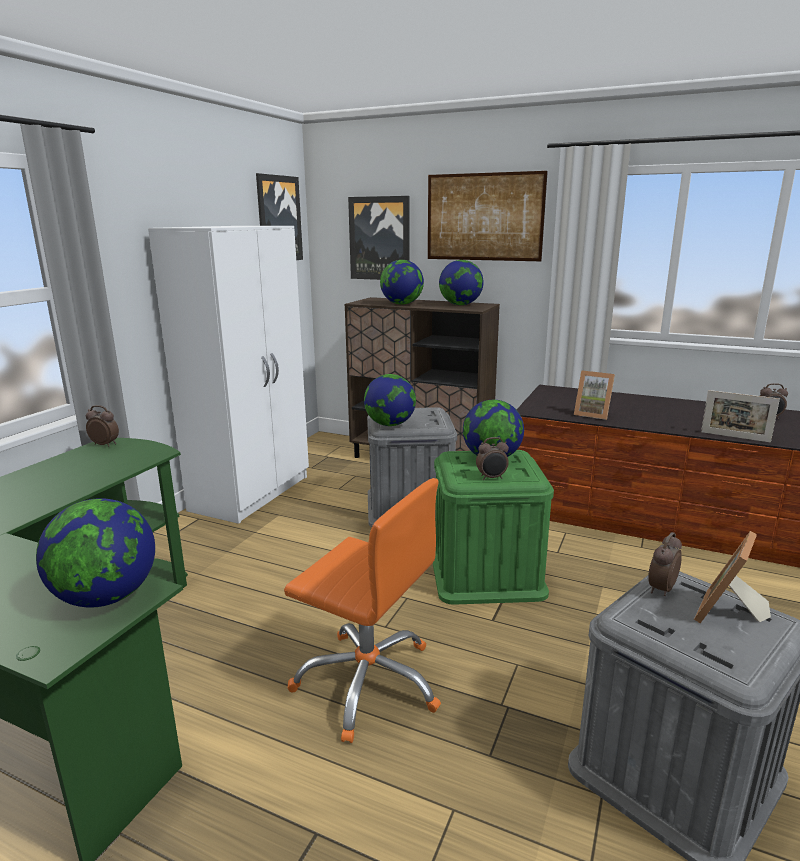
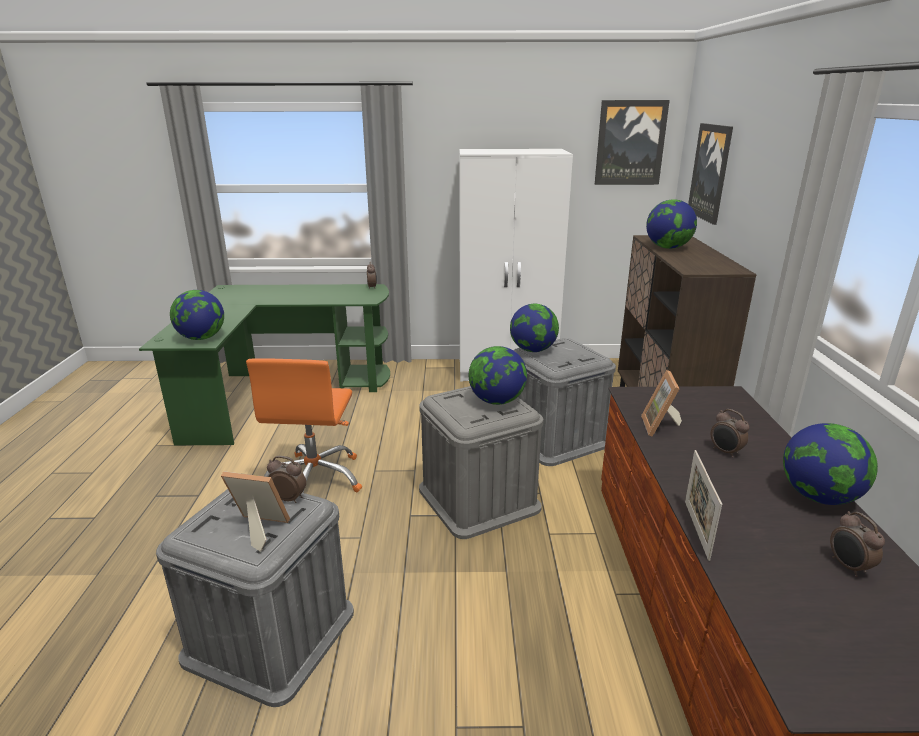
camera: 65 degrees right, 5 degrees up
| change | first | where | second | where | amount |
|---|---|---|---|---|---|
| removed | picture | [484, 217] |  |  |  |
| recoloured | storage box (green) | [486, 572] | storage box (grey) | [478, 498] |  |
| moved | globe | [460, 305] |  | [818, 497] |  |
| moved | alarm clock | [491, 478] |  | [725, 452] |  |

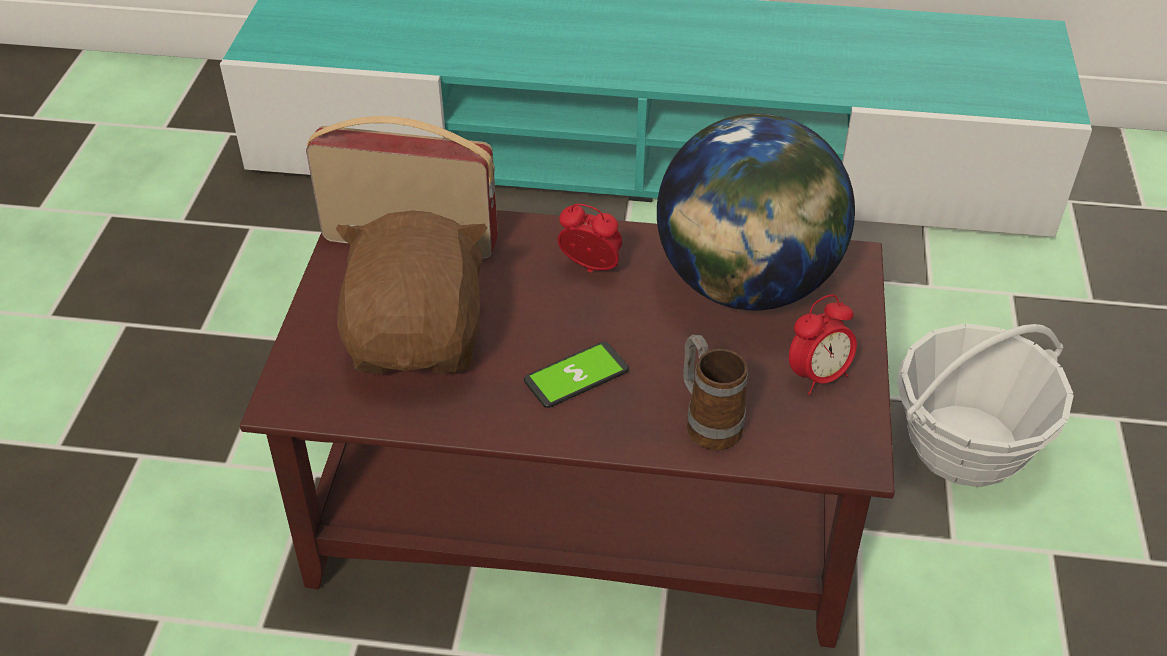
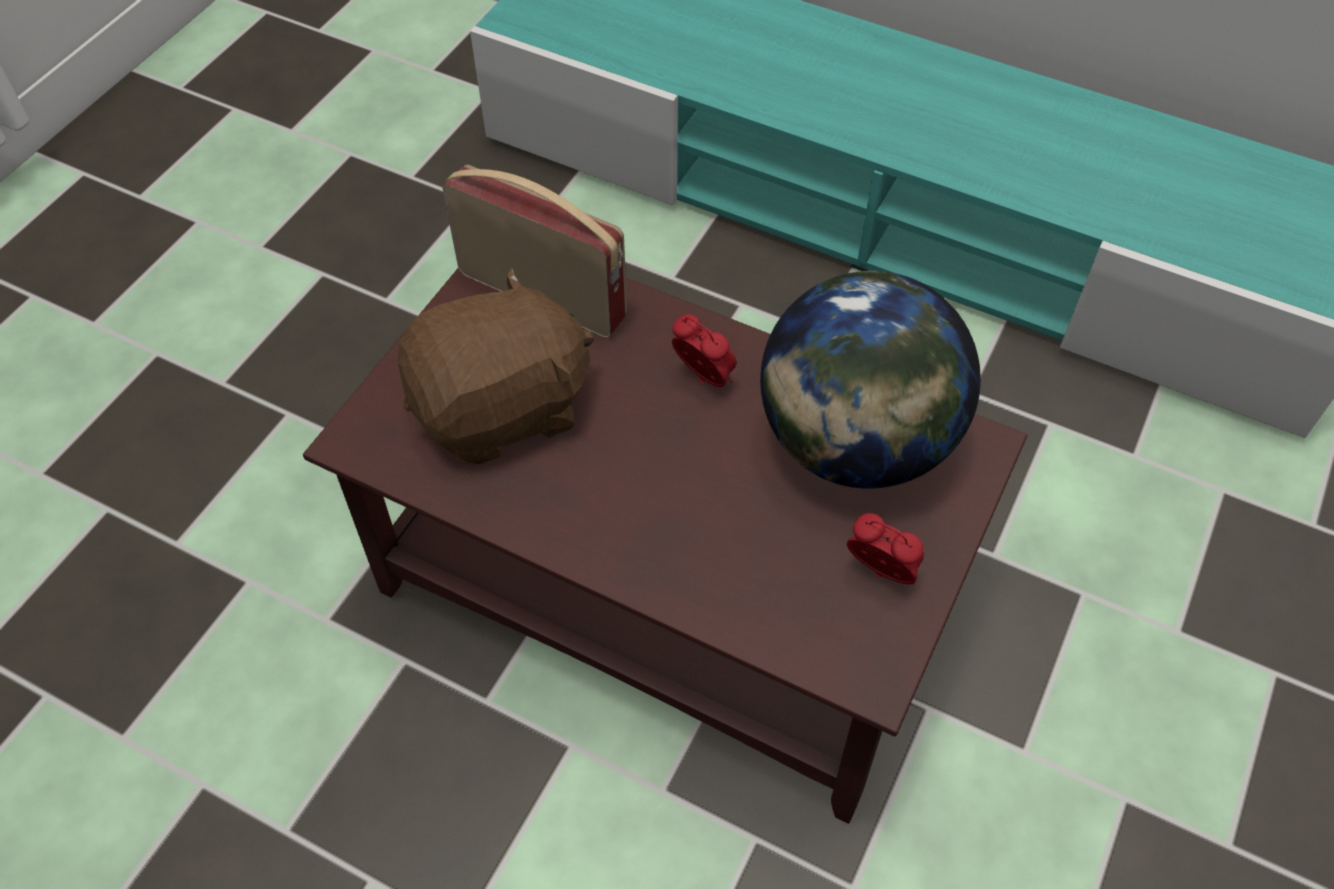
camera: 20 degrees right, 10 degrees up
| change | first | where | second | where | amount |
|---|---|---|---|---|---|
| turned | plush toy (brown) | [419, 338] |  | [502, 409] | 45 degrees clockwise |
| removed | phone | [576, 376] |  |  |  |
| removed | mug | [708, 422] |  |  |  |
| turned | alarm clock | [818, 376] |  | [880, 574] | 135 degrees counterclockwise |
| removed | basket | [965, 445] |  |  |  |

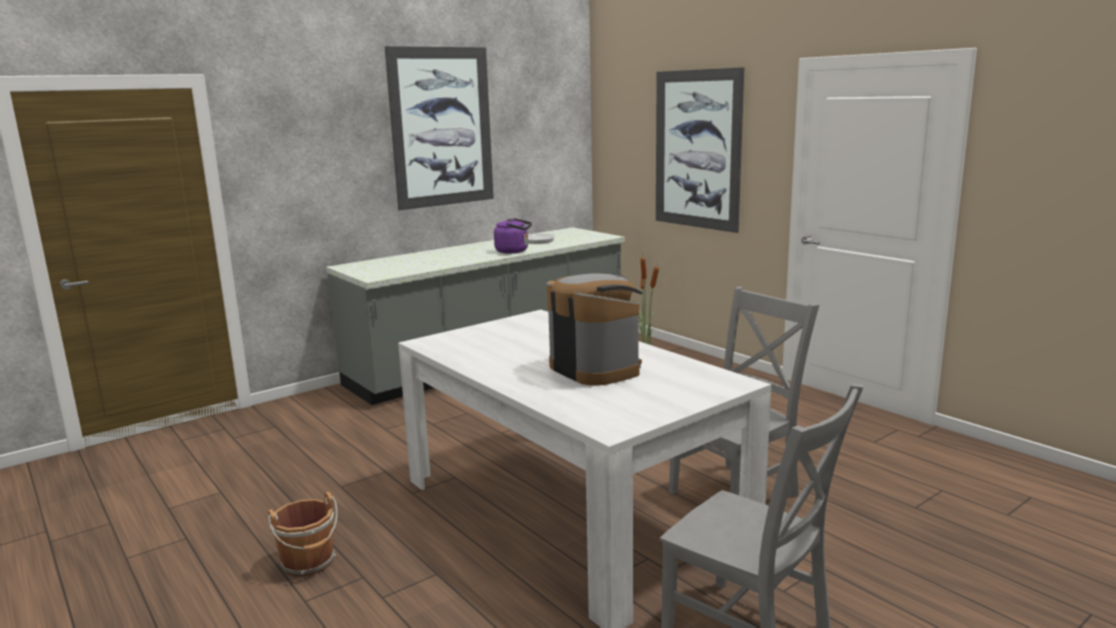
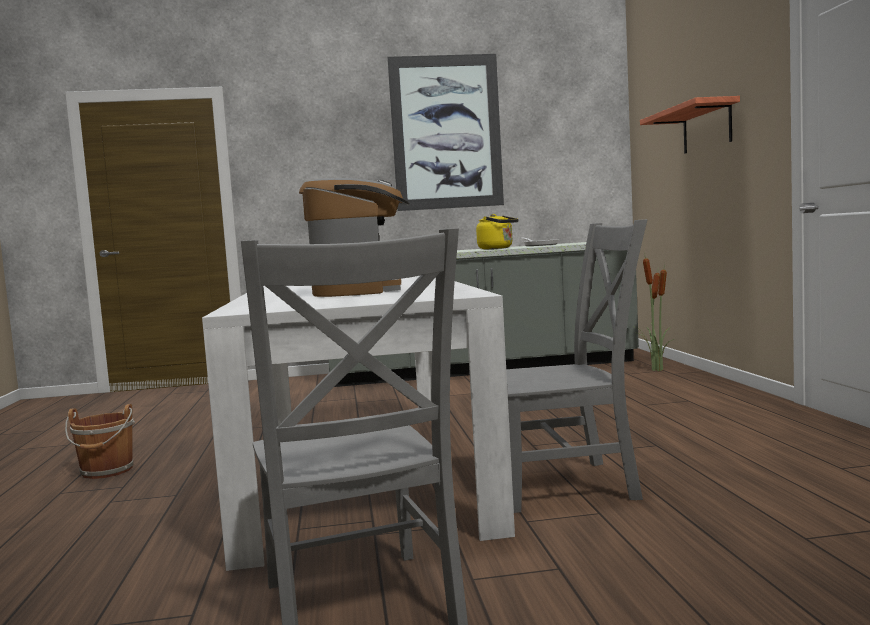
camera: 30 degrees right, 10 degrees down
| change | first | where | second | where | amount |
|---|---|---|---|---|---|
| recoloured | kettle (purple) | [514, 251] | kettle (yellow) | [497, 248] |  |
| replaced | picture | [697, 150] | shelf | [707, 127] |  |

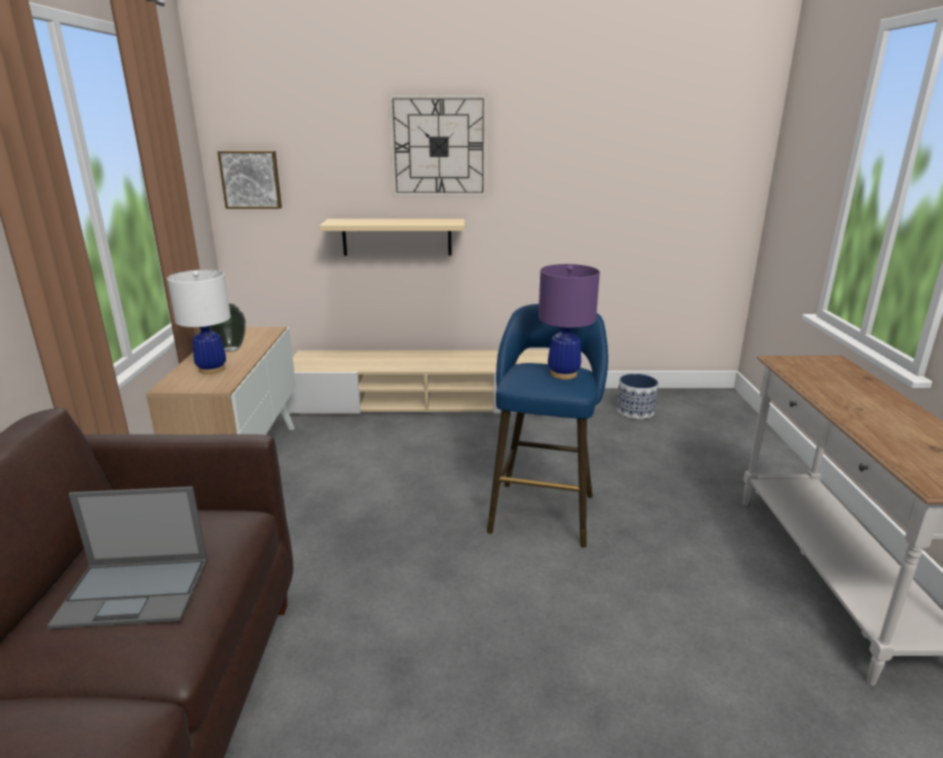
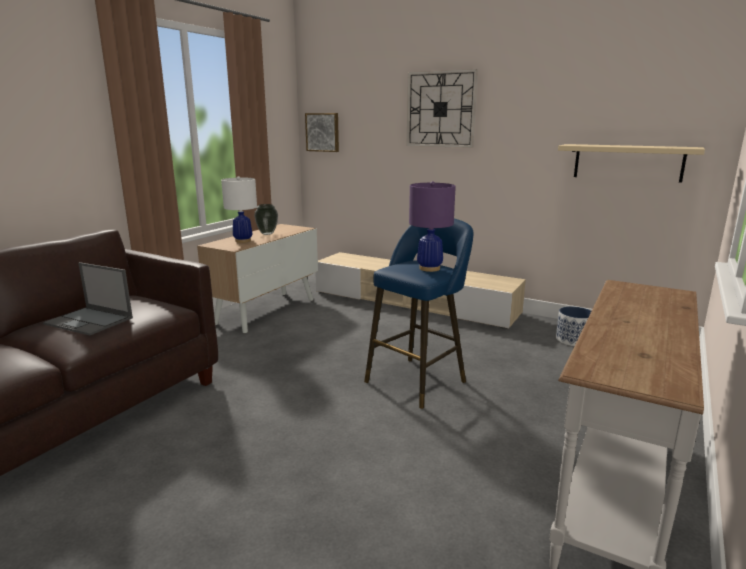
camera: 30 degrees right, 5 degrees down
| change | first | where | second | where | amount |
|---|---|---|---|---|---|
| moved | shelf (beige) | [397, 237] |  | [628, 162] |  |

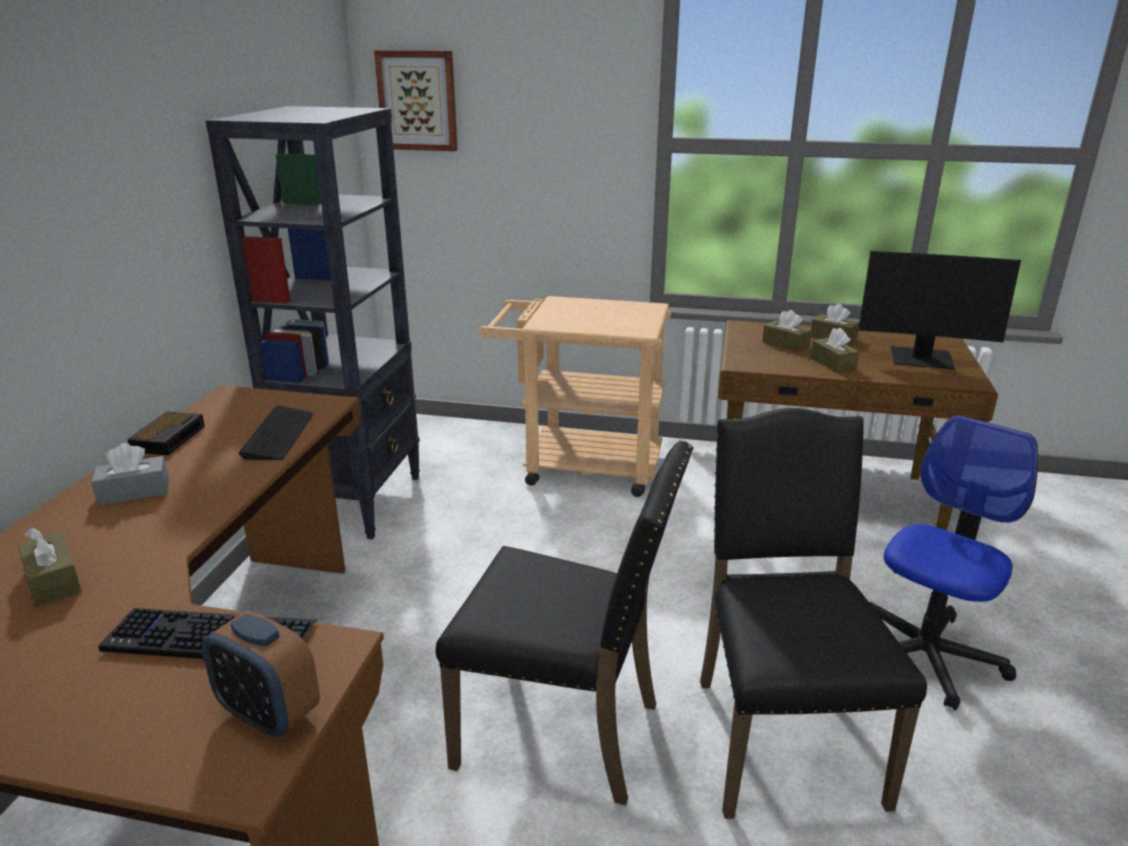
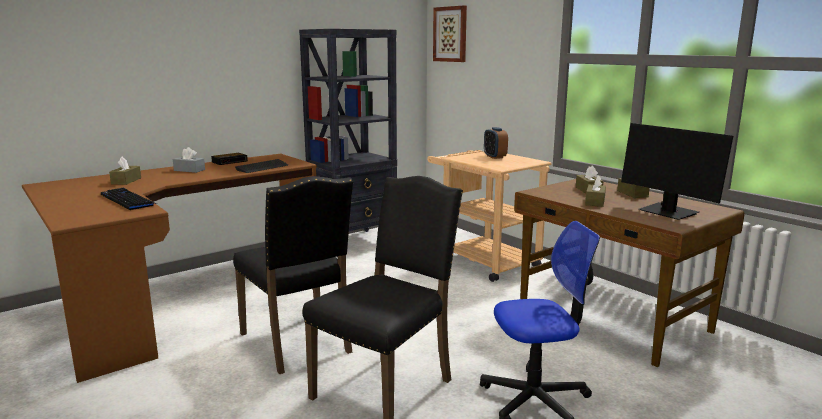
camera: 40 degrees right, 10 degrees down
| change | first | where | second | where | amount |
|---|---|---|---|---|---|
| moved | alarm clock | [269, 714] |  | [495, 157] |  |

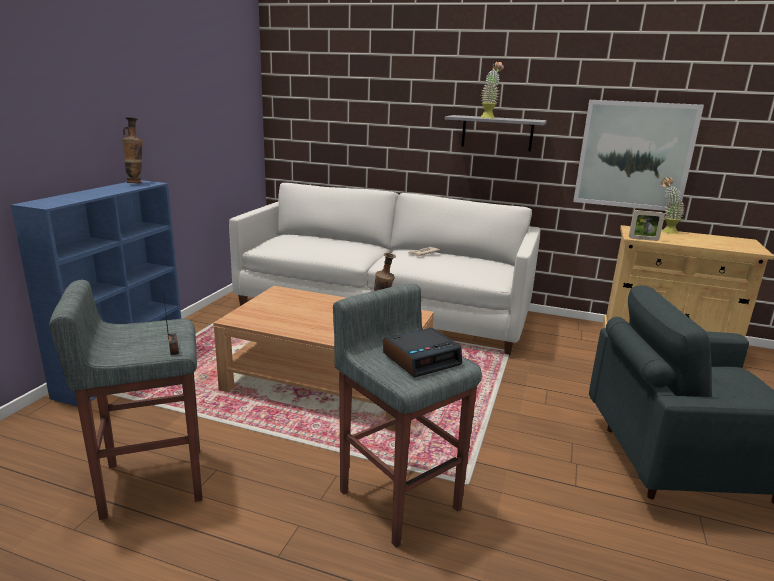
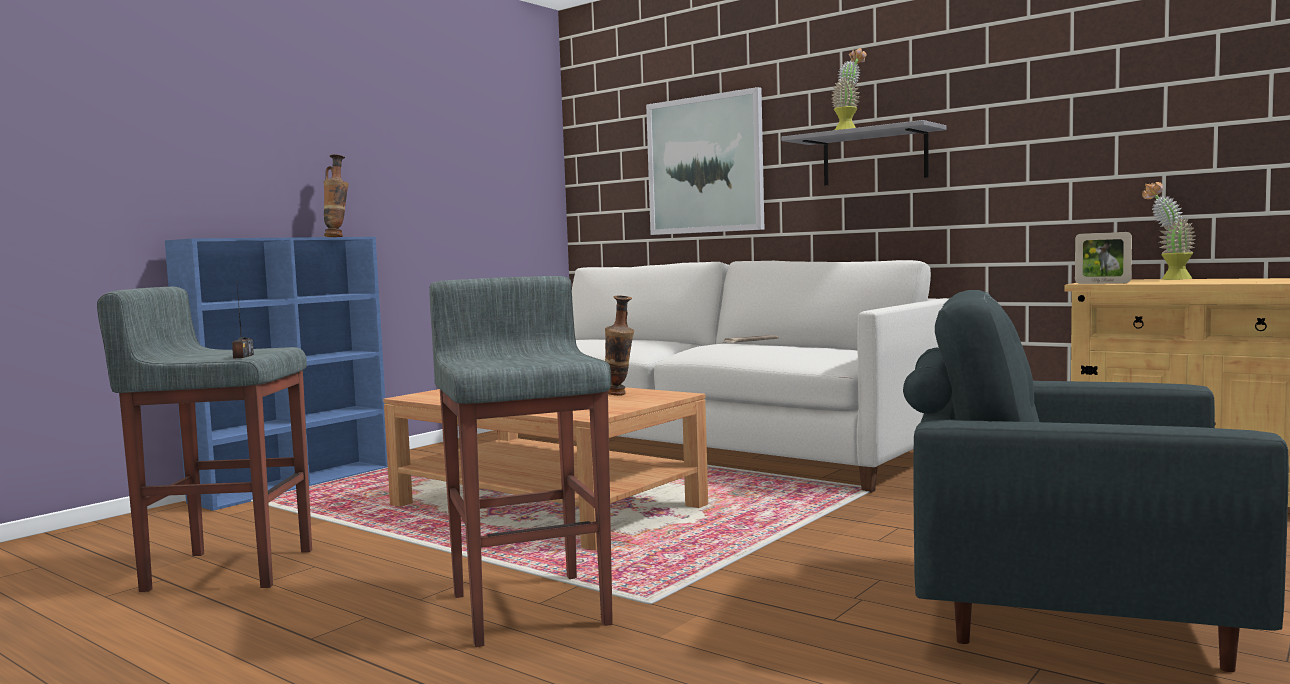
camera: 20 degrees right, 15 degrees down
| change | first | where | second | where | amount |
|---|---|---|---|---|---|
| removed | alarm clock | [422, 359] |  |  |  |
| moved | picture | [634, 155] |  | [705, 165] |  |

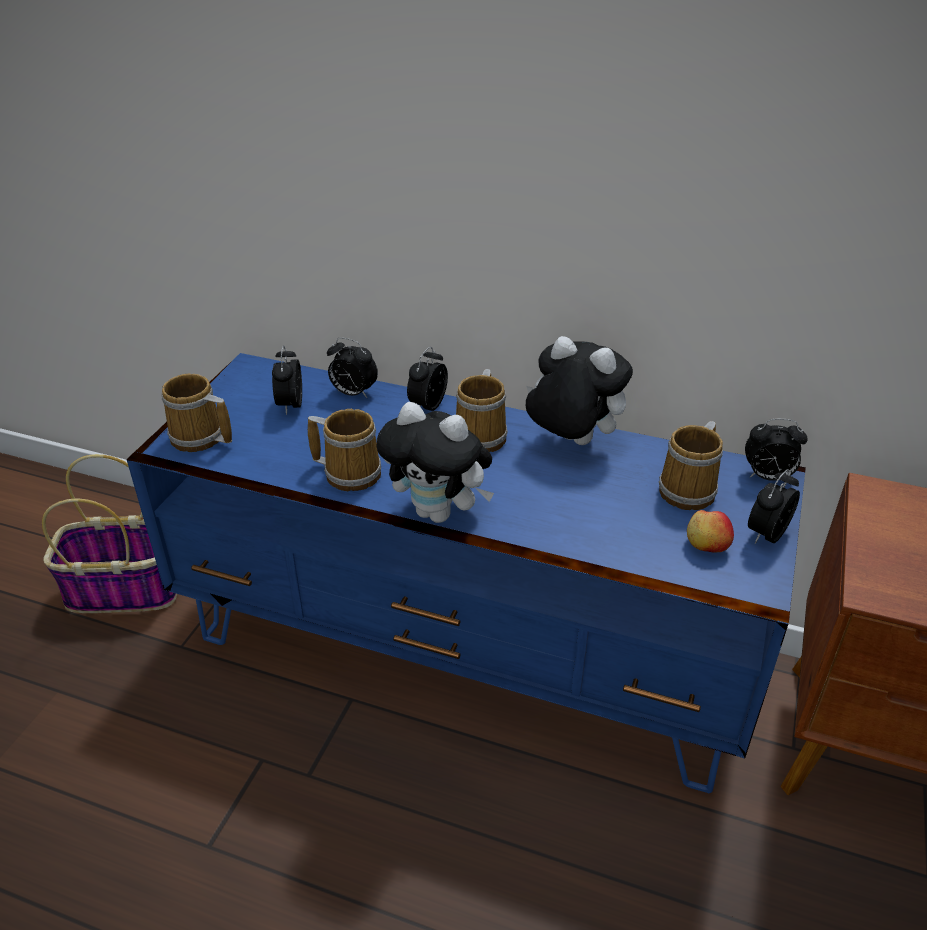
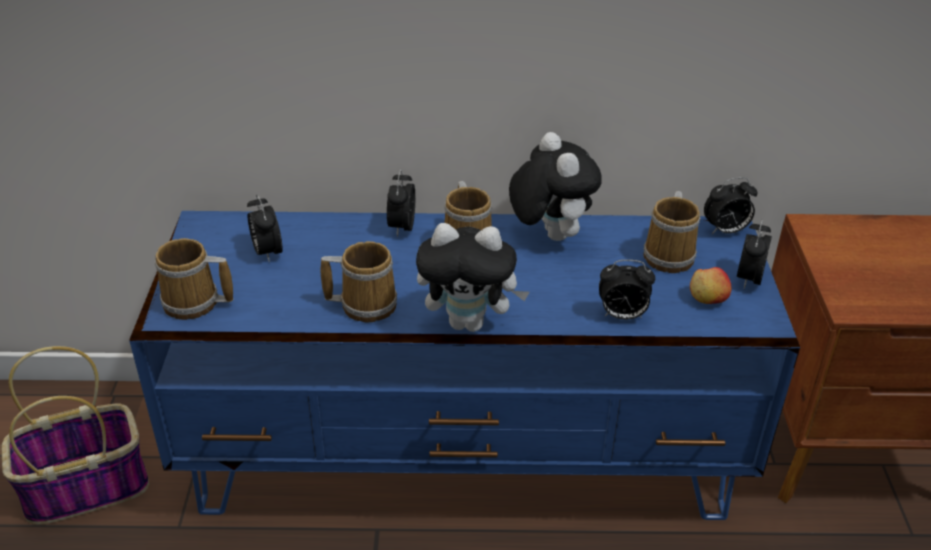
camera: 20 degrees left, 0 degrees up
| change | first | where | second | where | amount |
|---|---|---|---|---|---|
| moved | alarm clock | [353, 393] |  | [622, 316] |  |
| turned | plush toy | [570, 442] |  | [549, 234] | 60 degrees clockwise |

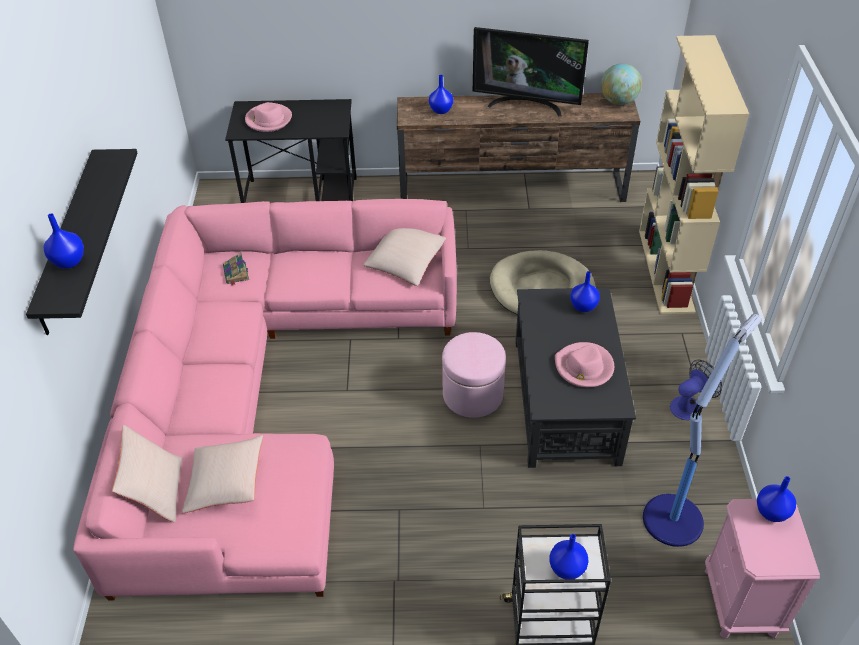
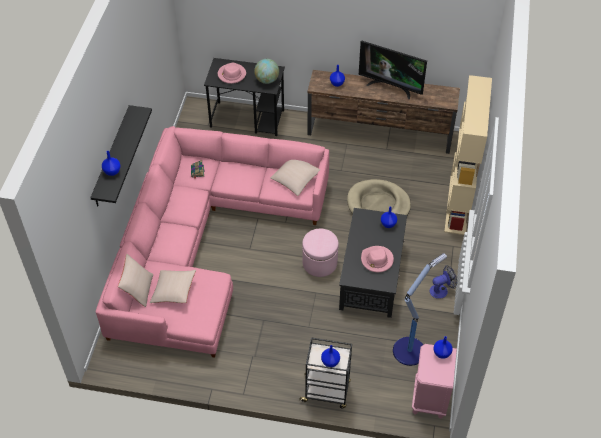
camera: 10 degrees right, 5 degrees up
| change | first | where | second | where | amount |
|---|---|---|---|---|---|
| moved | globe | [618, 101] |  | [267, 80] |  |

